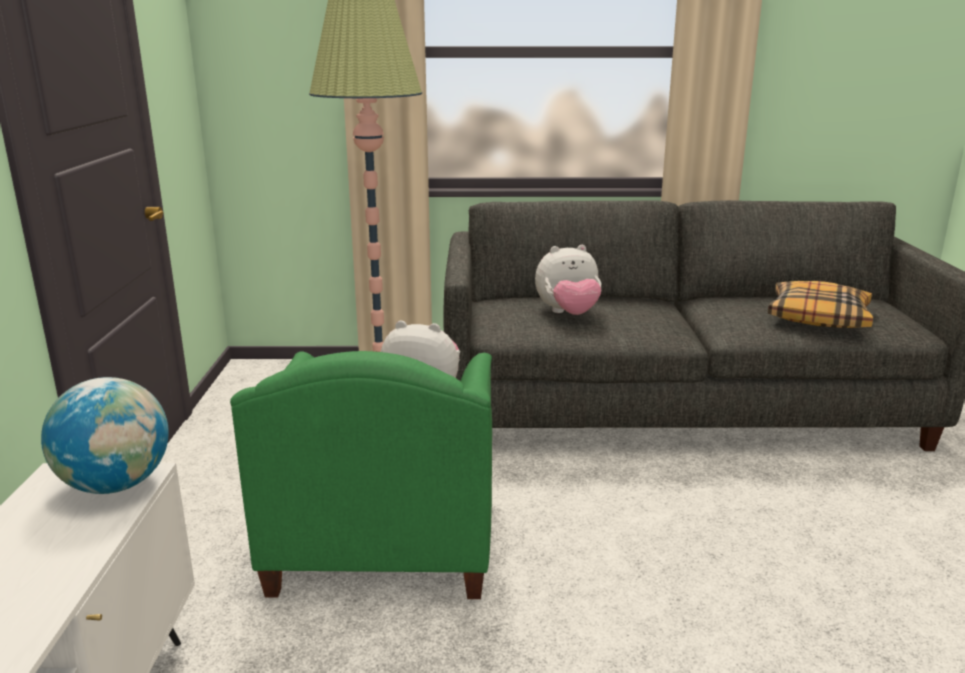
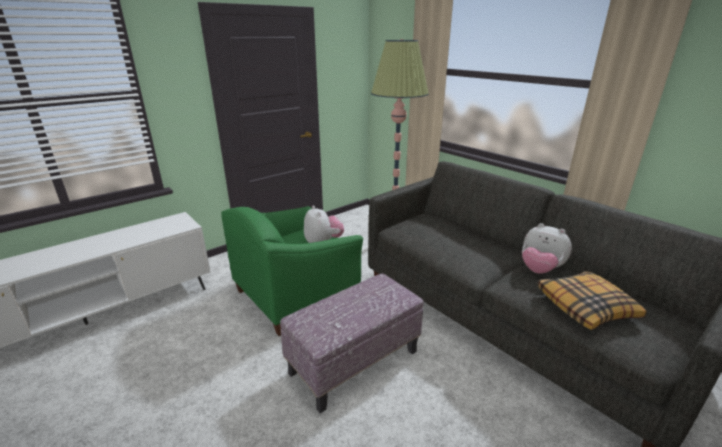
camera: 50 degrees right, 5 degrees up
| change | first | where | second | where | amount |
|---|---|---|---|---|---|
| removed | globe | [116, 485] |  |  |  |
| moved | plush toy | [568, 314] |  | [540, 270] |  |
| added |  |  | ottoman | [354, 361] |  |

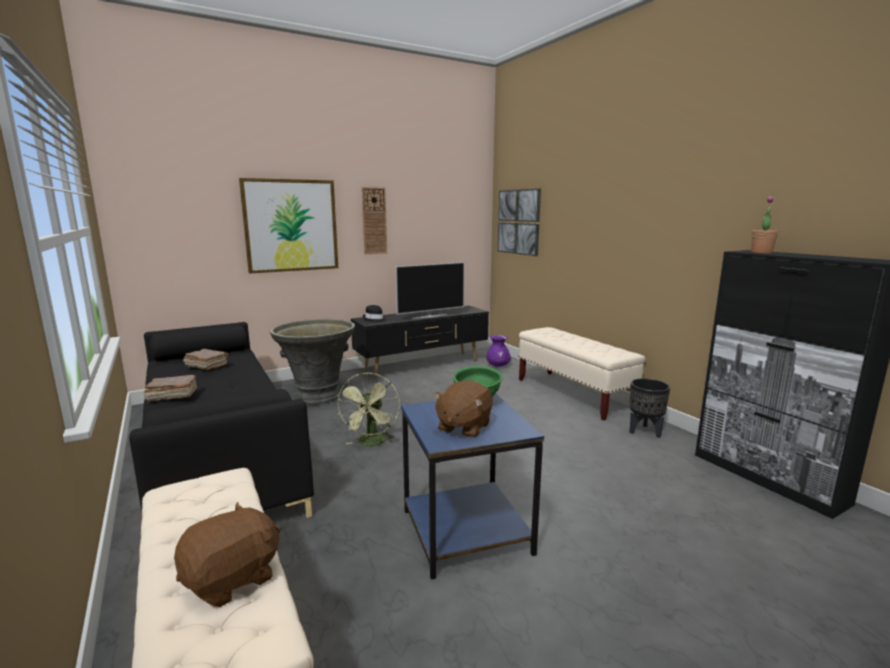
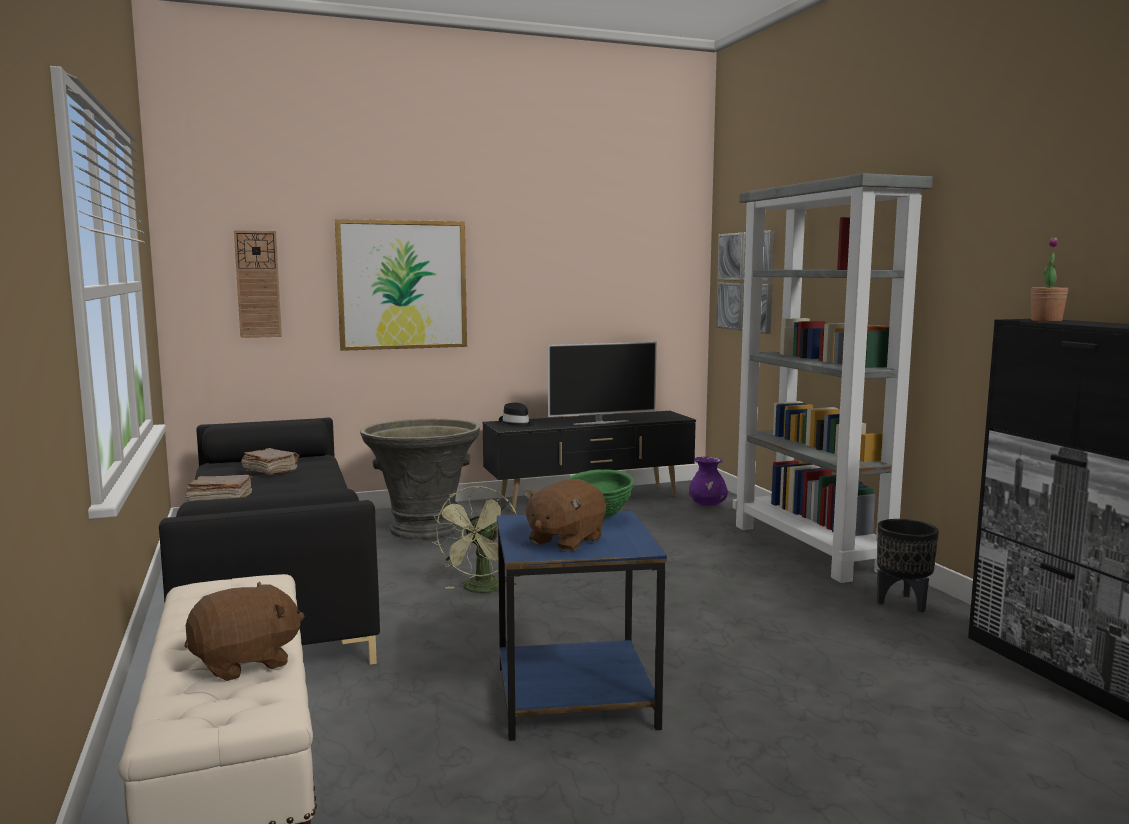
camera: 10 degrees right, 5 degrees down
| change | first | where | second | where | amount |
|---|---|---|---|---|---|
| moved | wall clock | [374, 221] |  | [258, 284] |  |
| replaced | bench (beige) | [573, 394] | bookcase (grey) | [811, 549] |  |

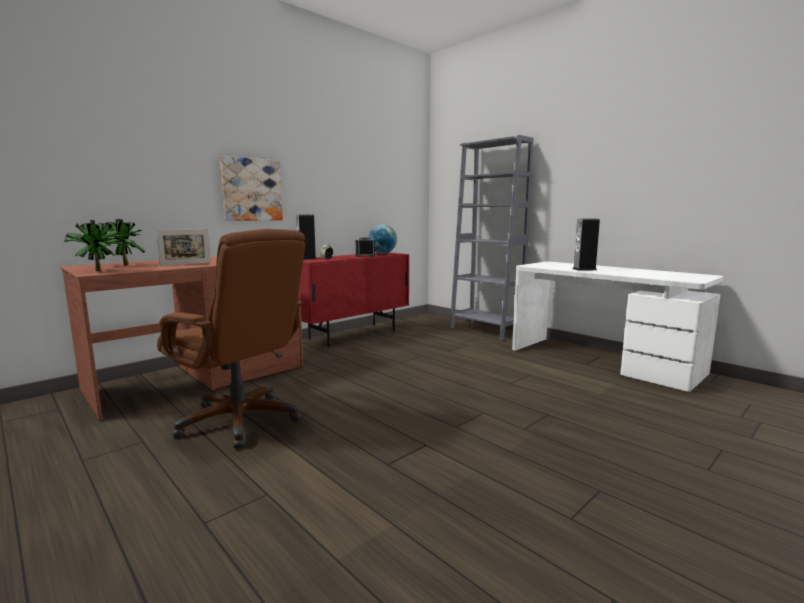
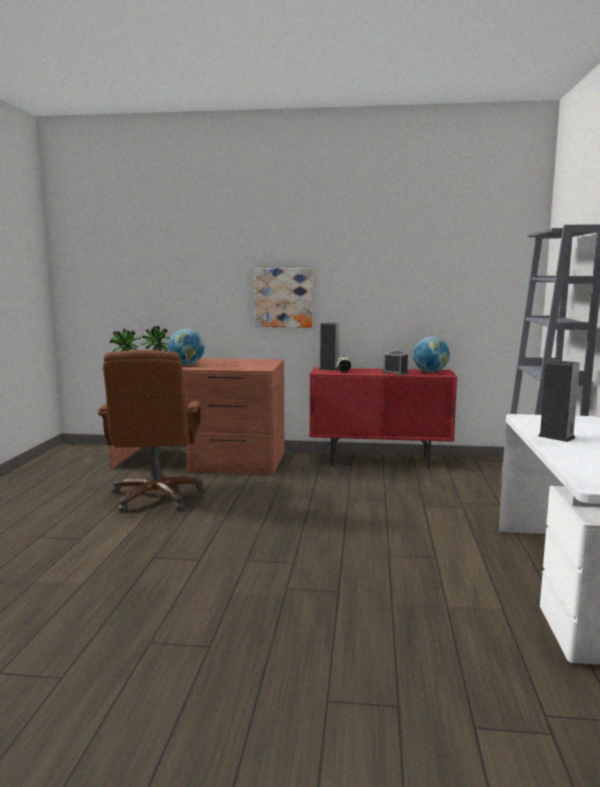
camera: 50 degrees right, 0 degrees up
| change | first | where | second | where | amount |
|---|---|---|---|---|---|
| replaced | picture frame | [186, 264] | globe | [187, 365] |  |

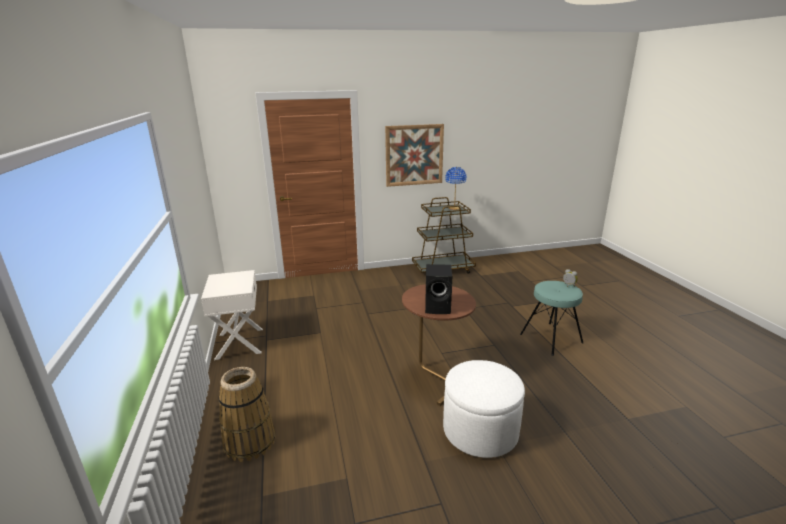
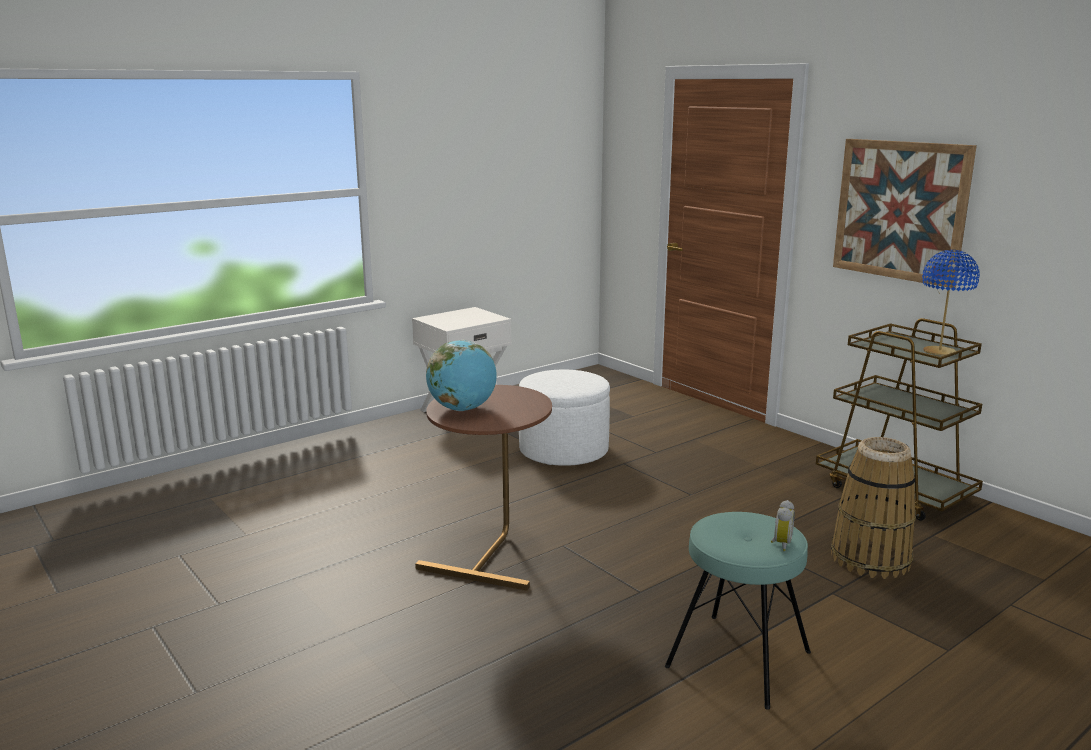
camera: 65 degrees right, 5 degrees down
| change | first | where | second | where | amount |
|---|---|---|---|---|---|
| moved | basket | [250, 442] |  | [870, 559] |  |
| replaced | speaker (black) | [438, 307] | globe | [462, 409] |  |
| moved | ottoman (white) | [480, 430] |  | [563, 450] |  |

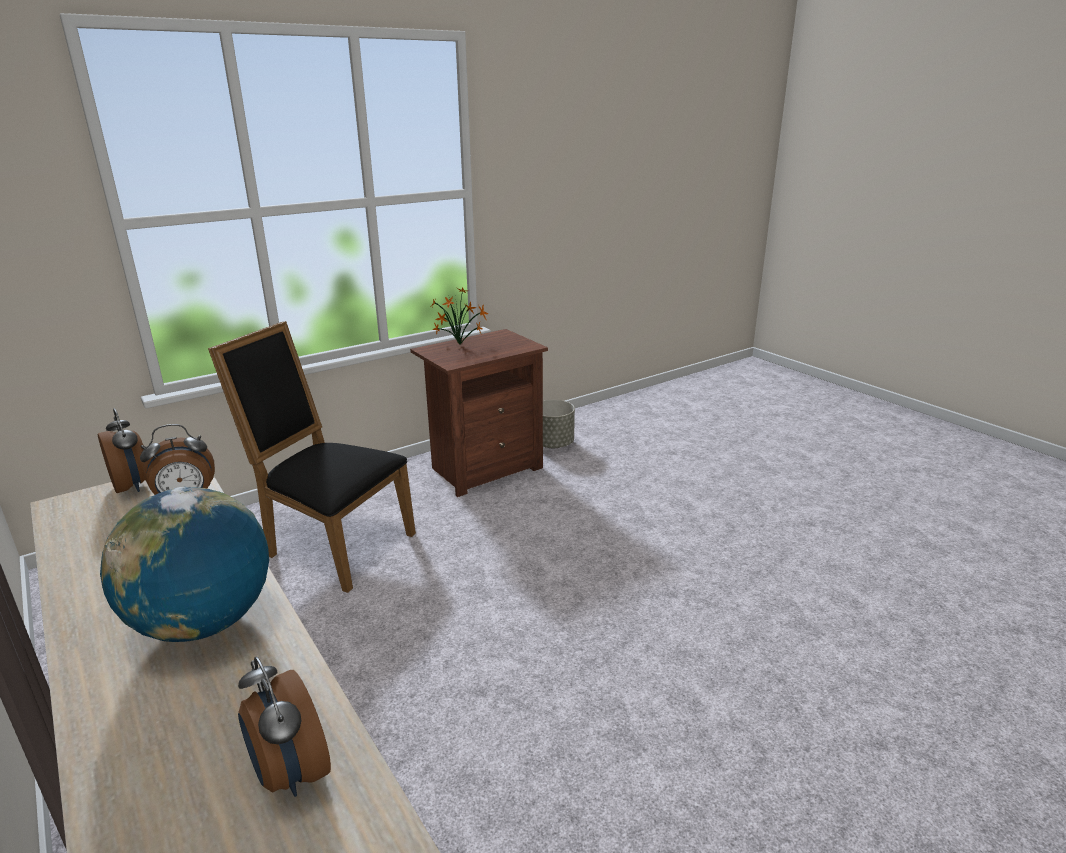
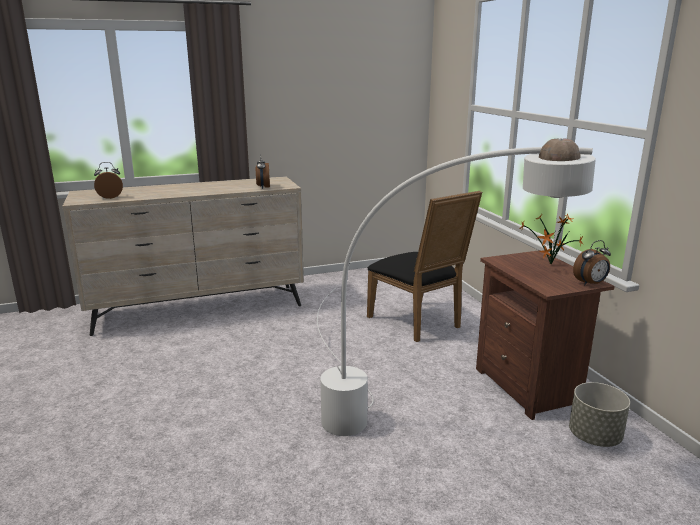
camera: 105 degrees right, 5 degrees down
| change | first | where | second | where | amount |
|---|---|---|---|---|---|
| moved | alarm clock | [133, 486] |  | [590, 284] |  |
| removed | globe | [204, 623] |  |  |  |
| turned | chair (black) | [333, 545] |  | [418, 323] | 105 degrees clockwise |
| added |  |  | floor lamp (white) | [404, 420] |  |

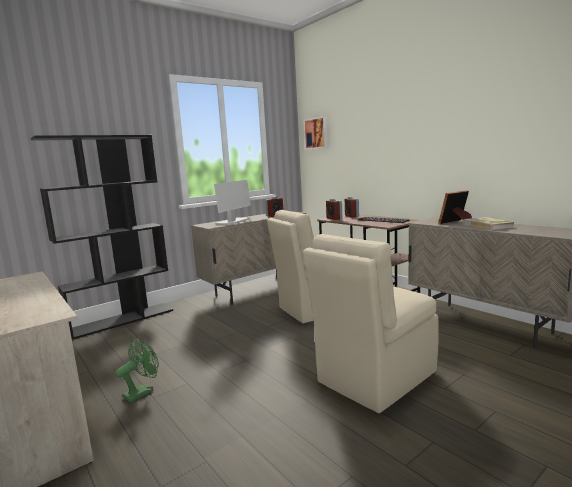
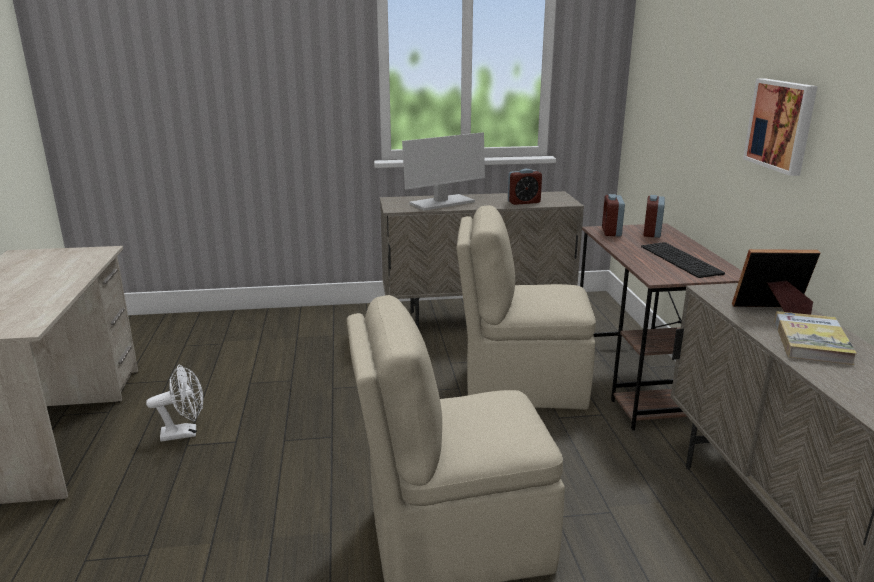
camera: 30 degrees right, 10 degrees up
| change | first | where | second | where | amount |
|---|---|---|---|---|---|
| removed | bookcase (black) | [122, 320] |  |  |  |
| recoloured | fan (green) | [142, 392] | fan (white) | [185, 433] |  |
| moved | picture | [316, 133] |  | [782, 125] |  |

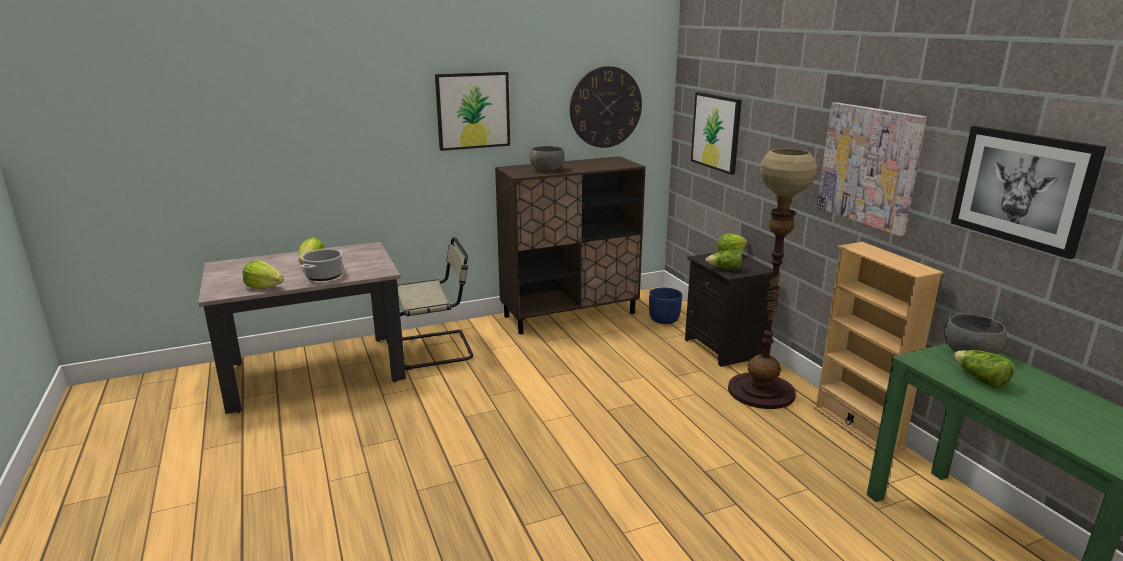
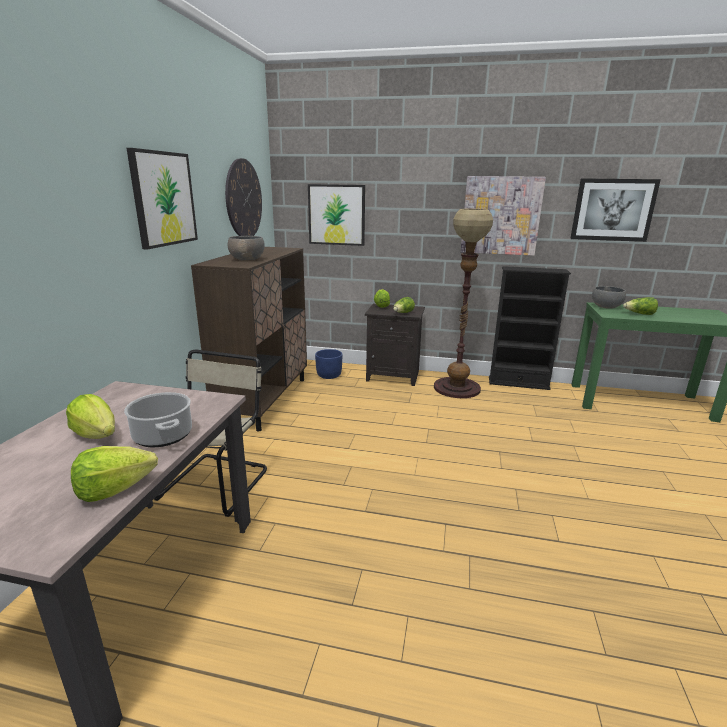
camera: 55 degrees left, 0 degrees up
| change | first | where | second | where | amount |
|---|---|---|---|---|---|
| recoloured | bookcase (beige) | [857, 427] | bookcase (black) | [518, 383] |  |

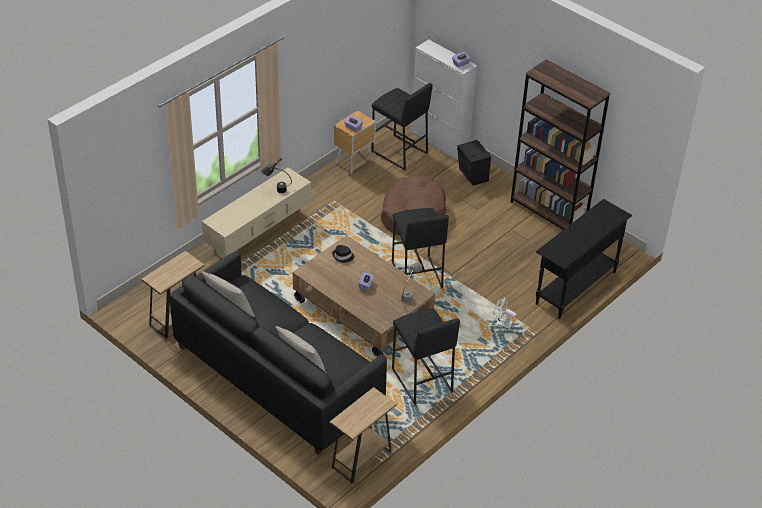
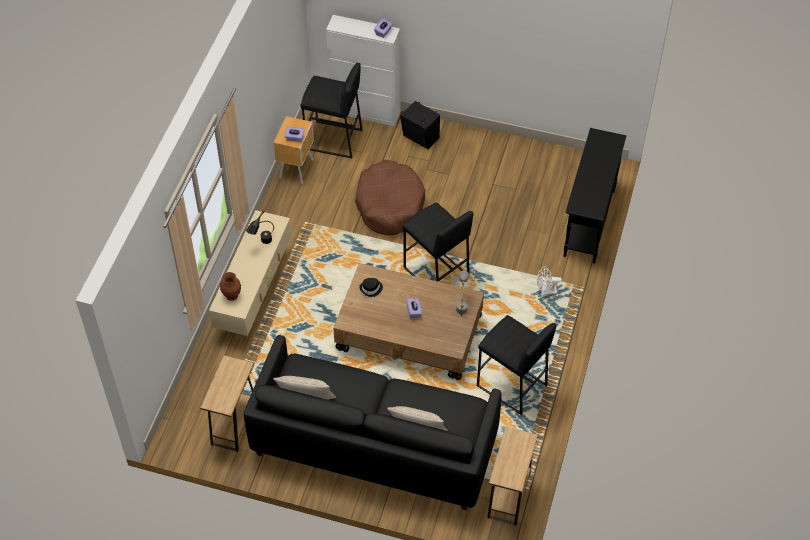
camera: 25 degrees left, 10 degrees up
| change | first | where | second | where | amount |
|---|---|---|---|---|---|
| removed | bookcase (brown) | [548, 212] |  |  |  |
| added |  |  | vase (brown) | [232, 296] |  |

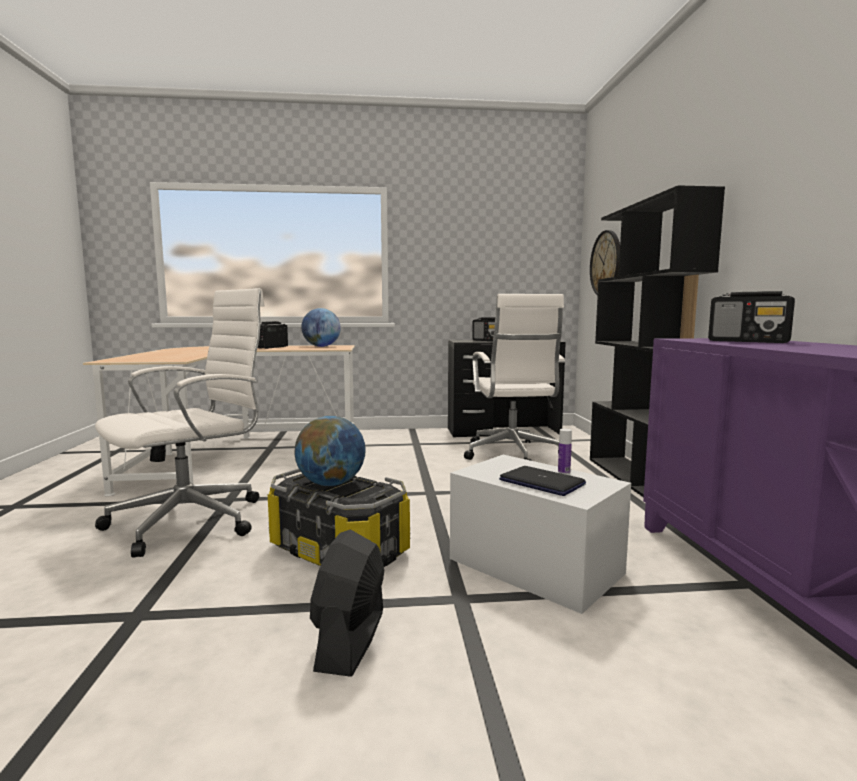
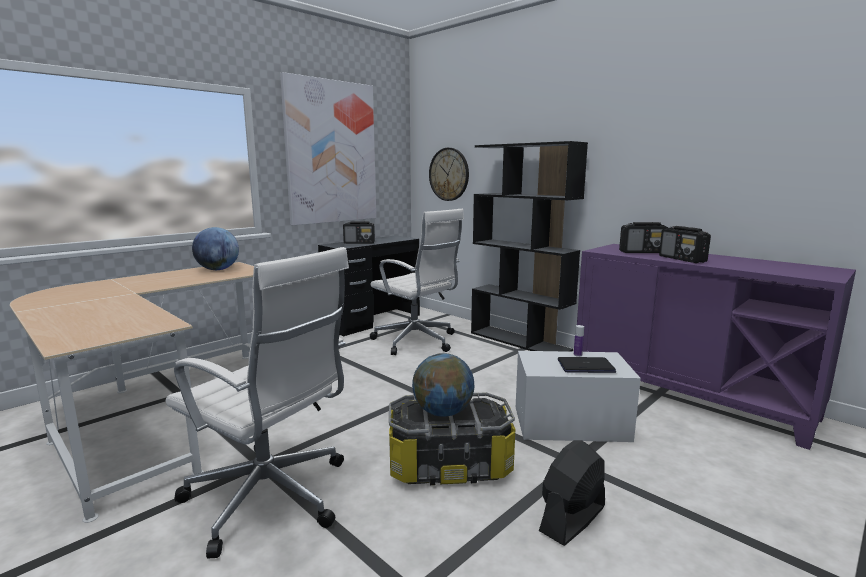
camera: 40 degrees left, 5 degrees up
| change | first | where | second | where | amount |
|---|---|---|---|---|---|
| turned | office chair (white) | [192, 520] |  | [270, 498] | 120 degrees clockwise |
| moved | radio | [272, 347] |  | [682, 259] |  |
| turned | fan (black) | [351, 640] |  | [572, 519] | 75 degrees clockwise |
| added |  |  | picture | [331, 152] |  |

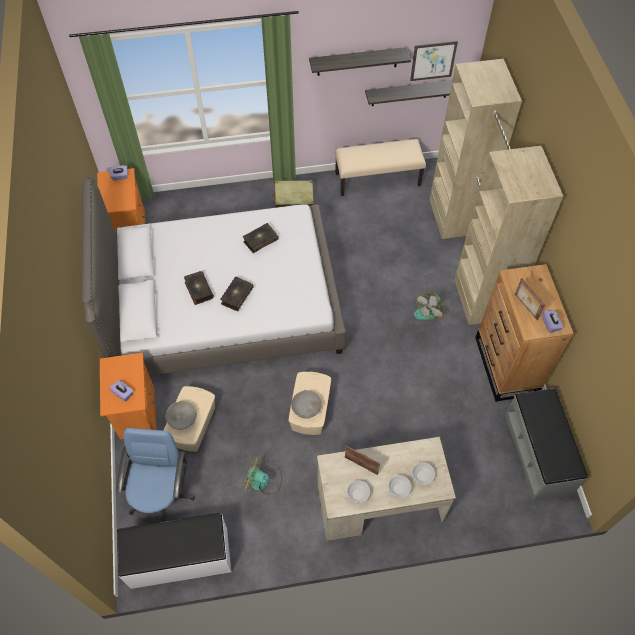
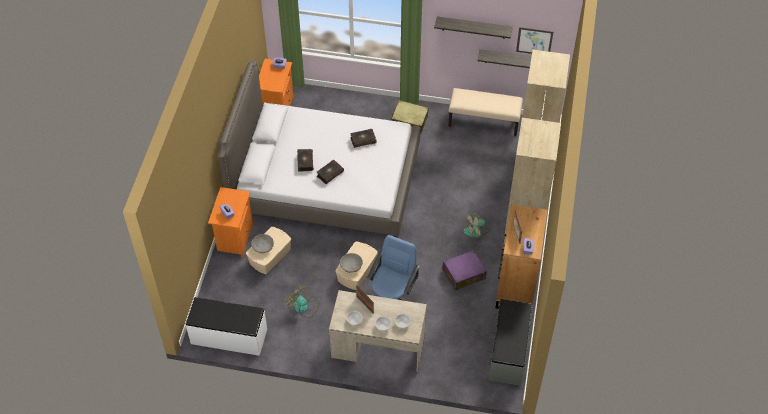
camera: 20 degrees right, 5 degrees down
| change | first | where | second | where | amount |
|---|---|---|---|---|---|
| moved | office chair (blue) | [162, 495] |  | [392, 297] |  |
| added |  |  | suitcase (purple) | [463, 274] |  |

